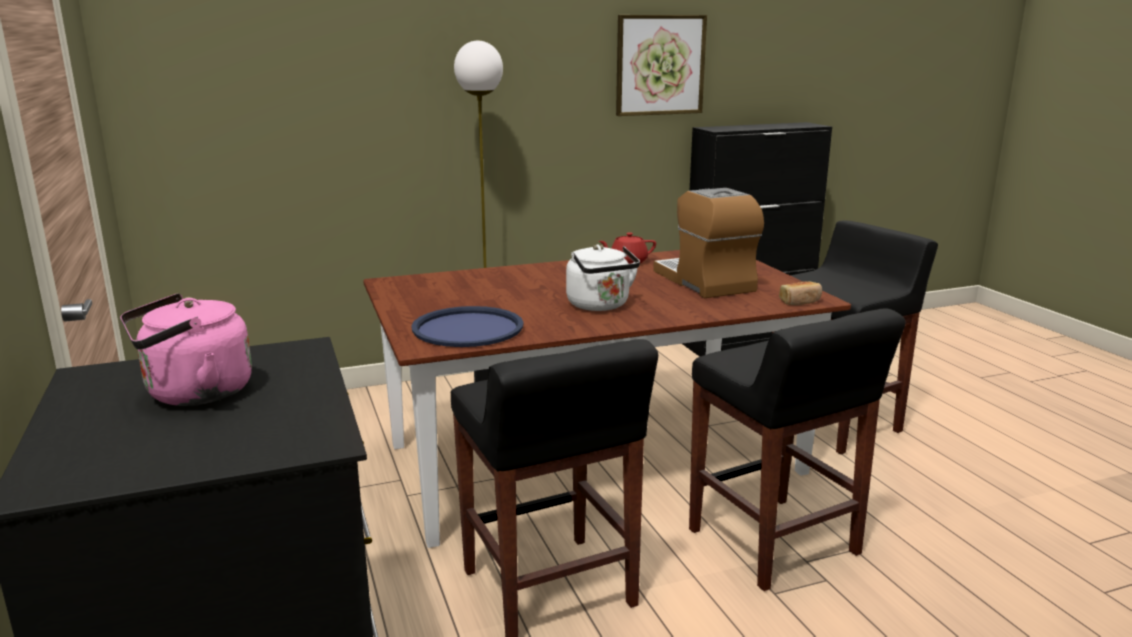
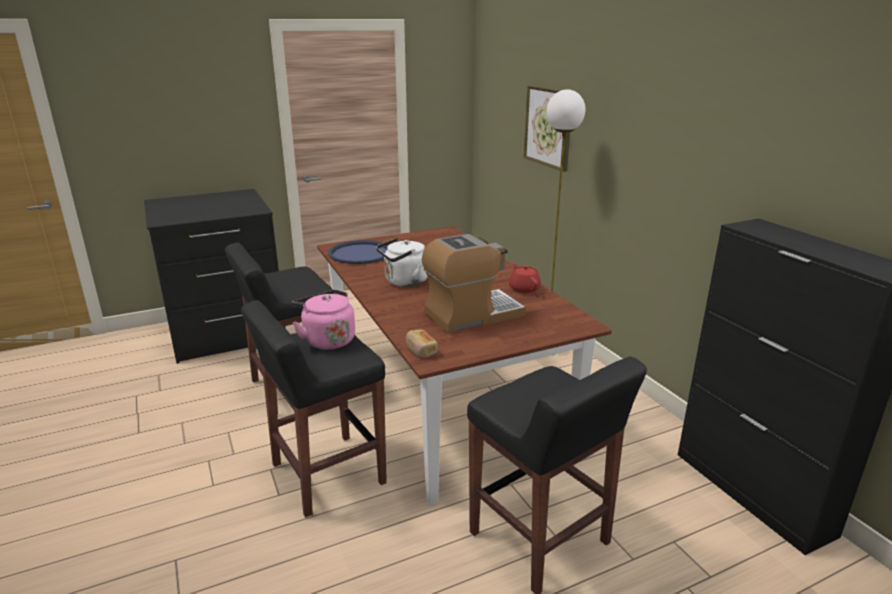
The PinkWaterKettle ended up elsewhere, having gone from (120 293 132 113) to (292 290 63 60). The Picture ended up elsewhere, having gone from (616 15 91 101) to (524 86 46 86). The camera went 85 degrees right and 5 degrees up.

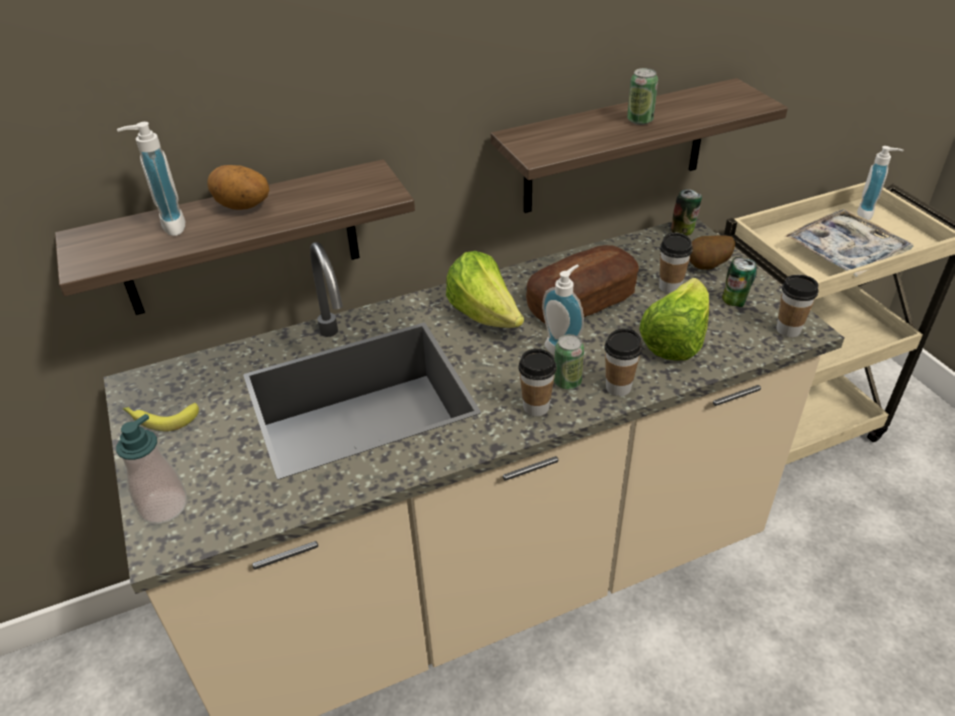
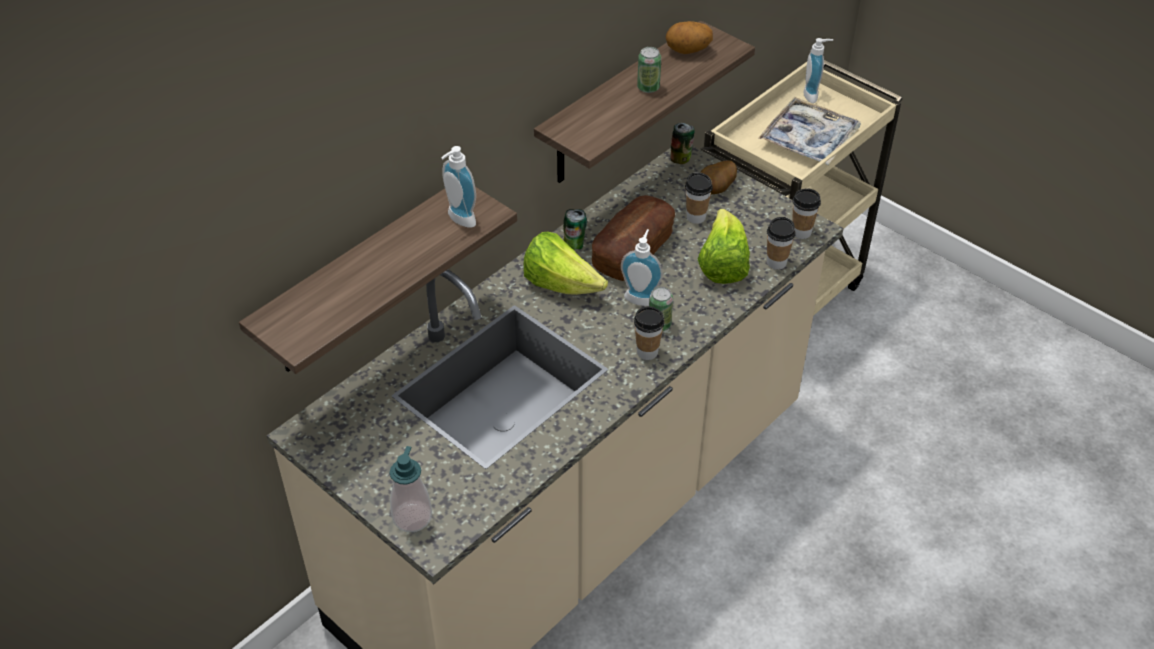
The LiquidSoapBottle ended up elsewhere, having gone from (117 122 68 114) to (441 146 35 82). The second view lost the Banana at (123 403 76 28). The WholePotato ended up elsewhere, having gone from (207 165 62 45) to (665 21 48 33). The SmallCup ended up elsewhere, having gone from (605 328 37 68) to (767 217 29 53). The Can ended up elsewhere, having gone from (722 257 35 50) to (563 209 24 41). The camera went 25 degrees left and 5 degrees up.

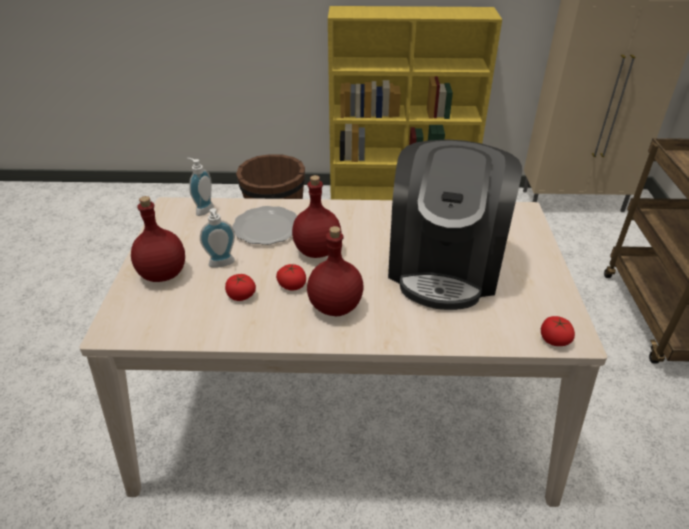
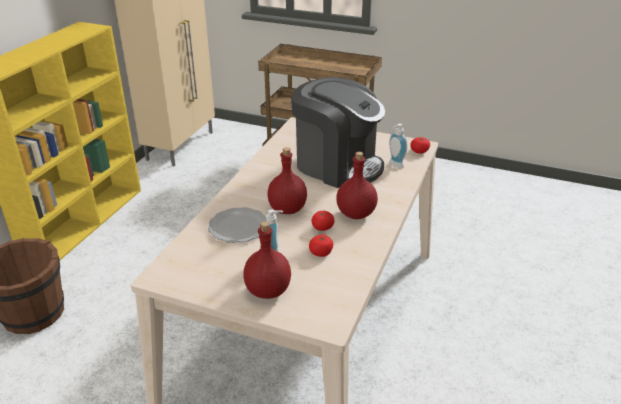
The LiquidSoapBottle ended up elsewhere, having gone from (187 158 27 58) to (389 124 18 45). The camera went 70 degrees left and 5 degrees down.

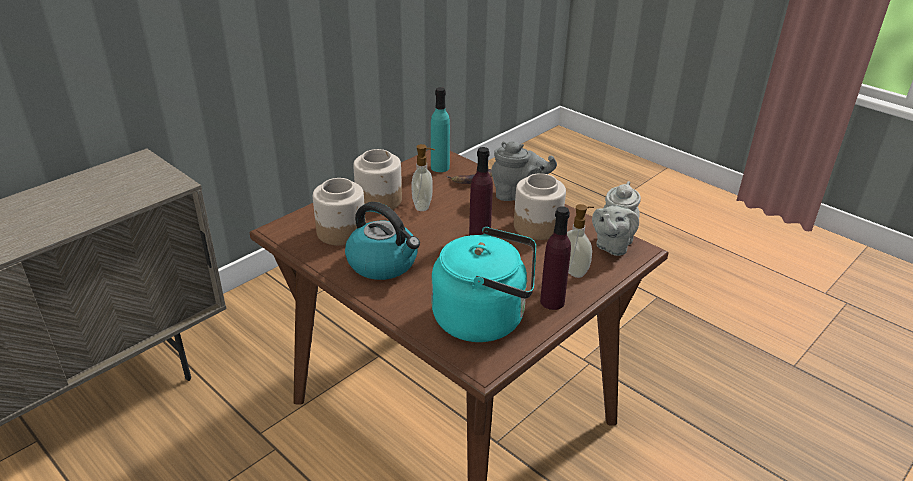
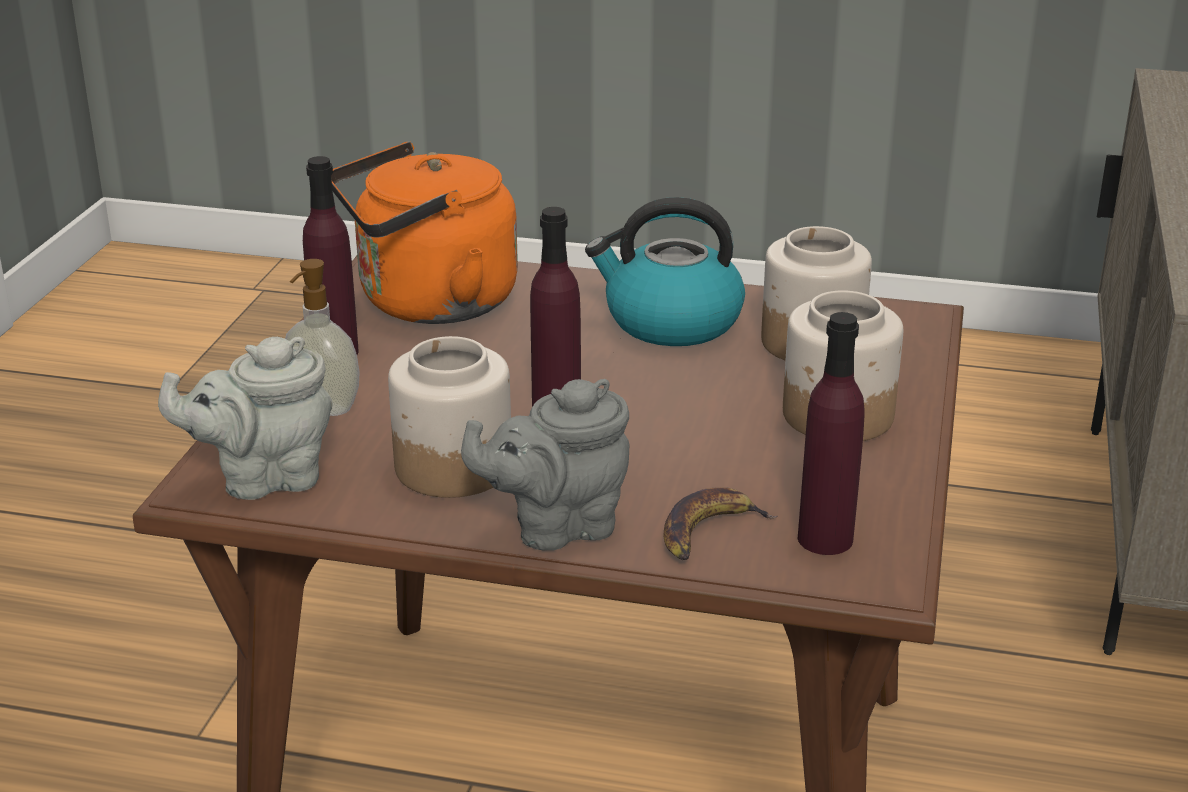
The second view lost the LiquidSoapBottle at (412 144 23 67). What was the TurquoiseBeverageBottle at (431 87 19 85) turned into the PurpleColouredBeverageBottle at (798 312 67 243). What was the TurquoiseWaterKettle at (431 227 105 115) turned into the OrangeColouredWaterKettle at (331 141 187 183). The GreyishPotForTea at (592 181 49 75) ended up facing another way, 105 degrees counterclockwise from before. The camera went 150 degrees right and 5 degrees down.

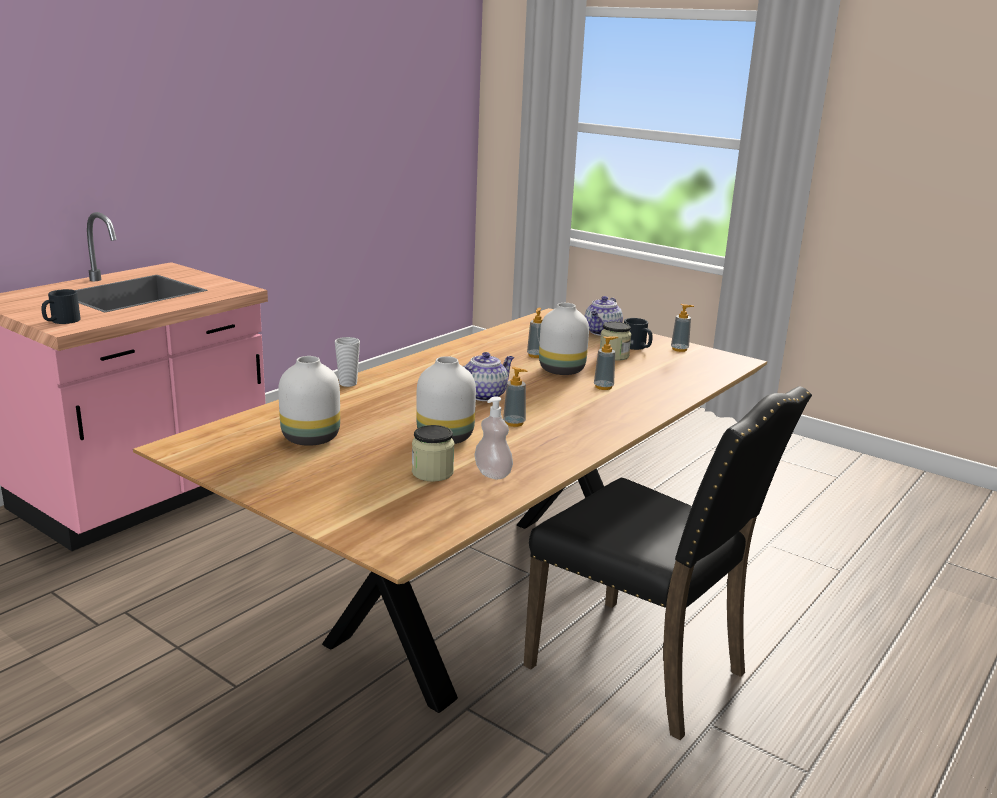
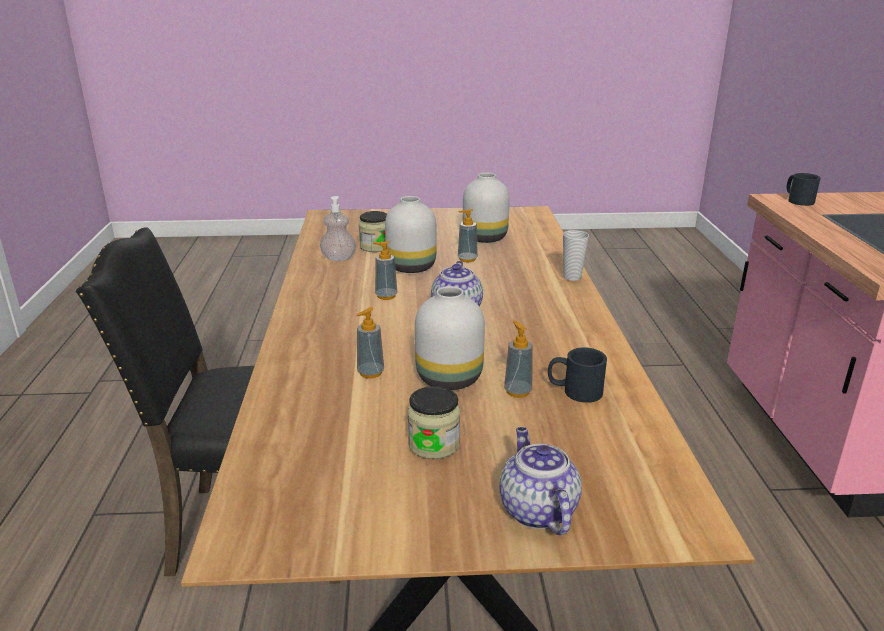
The BlackishMug ended up elsewhere, having gone from (624 318 29 32) to (548 347 59 56). The LiquidSoapBottle ended up elsewhere, having gone from (671 304 23 48) to (458 209 20 53). The camera went 140 degrees right and 5 degrees up.

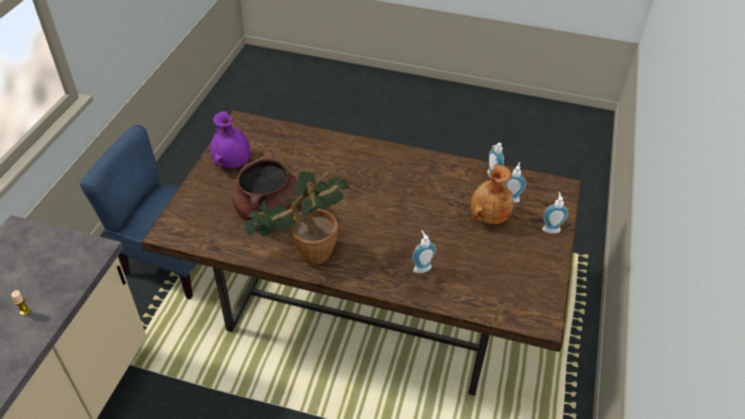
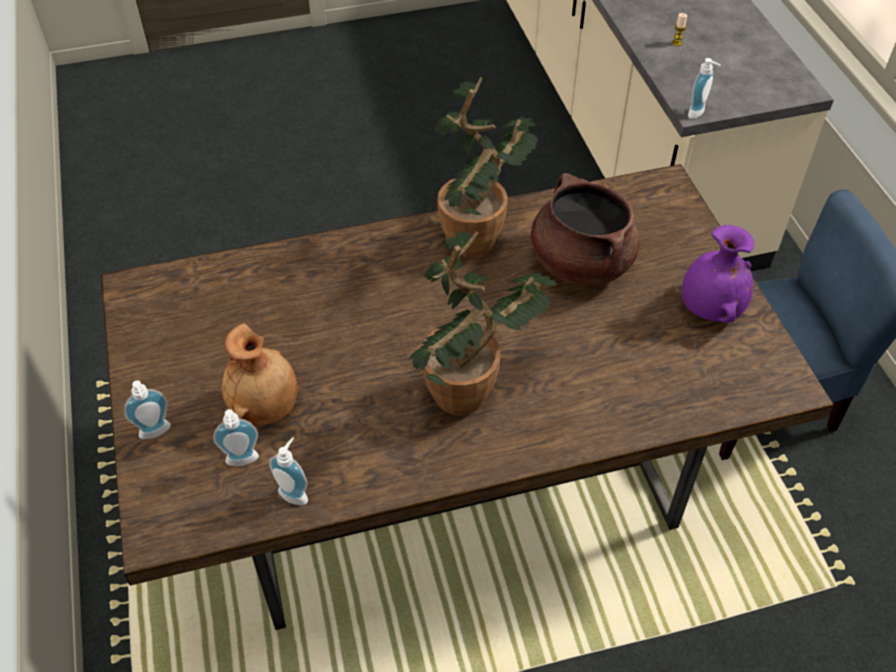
The LiquidSoapBottle ended up elsewhere, having gone from (412 230 24 43) to (688 58 33 61). The second view gained the PlantInAPot at (409 231 148 184). The camera went 150 degrees right and 5 degrees up.

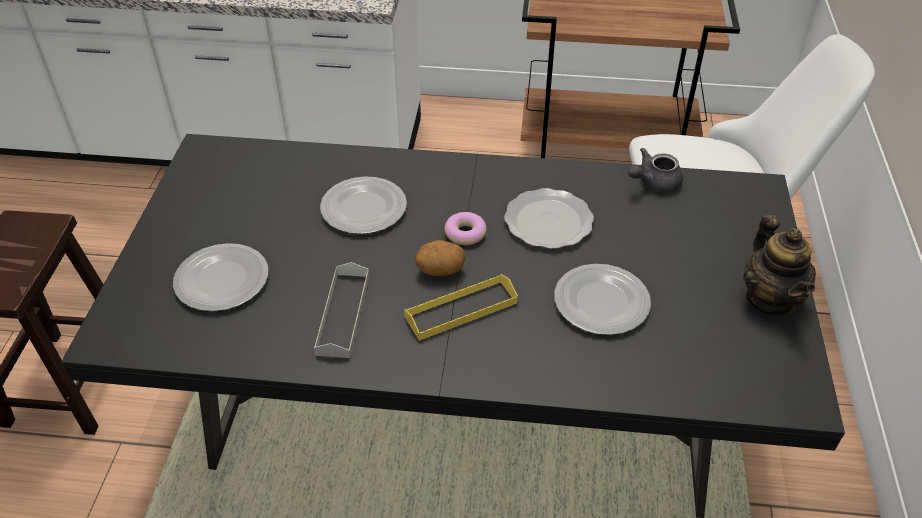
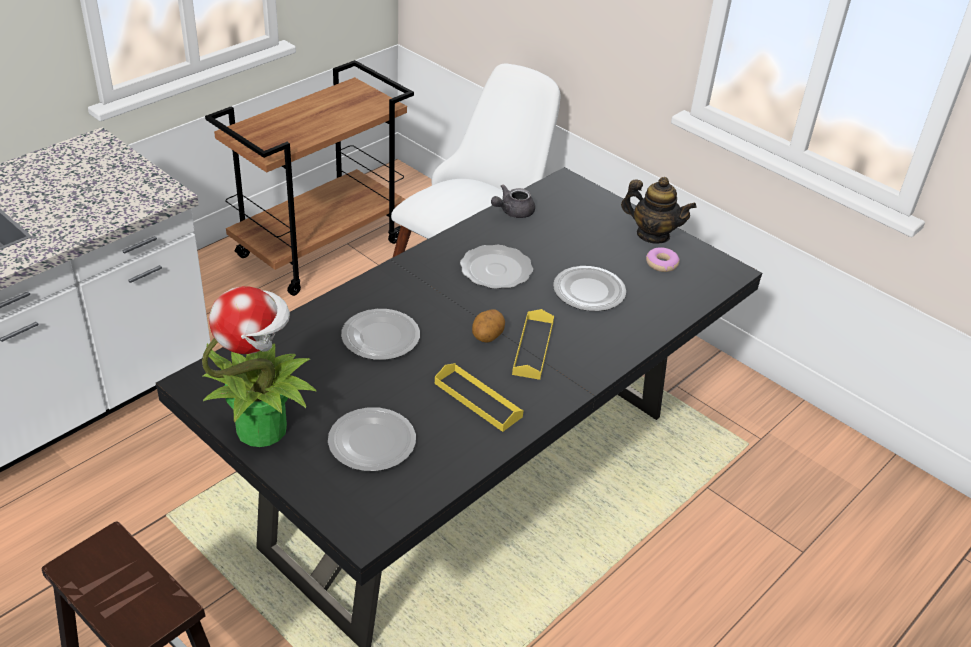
What was the GreyishTray at (314 262 55 96) turned into the YellowTray at (435 363 89 69). The Donut ended up elsewhere, having gone from (445 212 42 33) to (646 247 34 25). The GreyishPotForTea at (628 148 55 44) ended up facing another way, 45 degrees clockwise from before. The second view gained the PlantInAPot at (202 286 115 161). The camera went 55 degrees left and 5 degrees down.

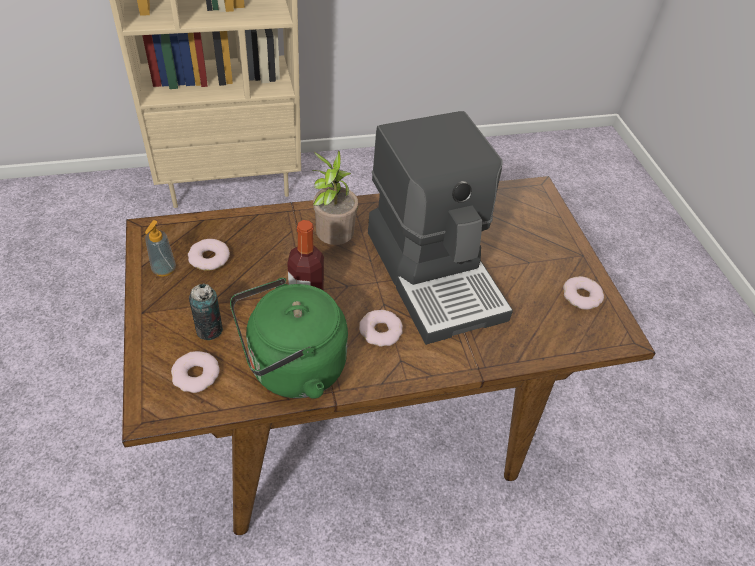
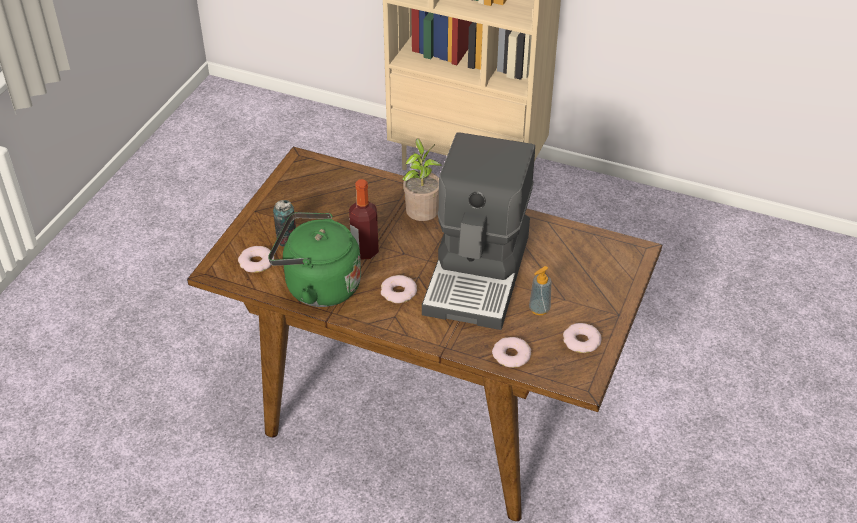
The LiquidSoapBottle ended up elsewhere, having gone from (145 220 31 57) to (529 266 22 49). The Donut ended up elsewhere, having gone from (188 239 42 32) to (492 337 39 31). The camera went 40 degrees right and 5 degrees down.

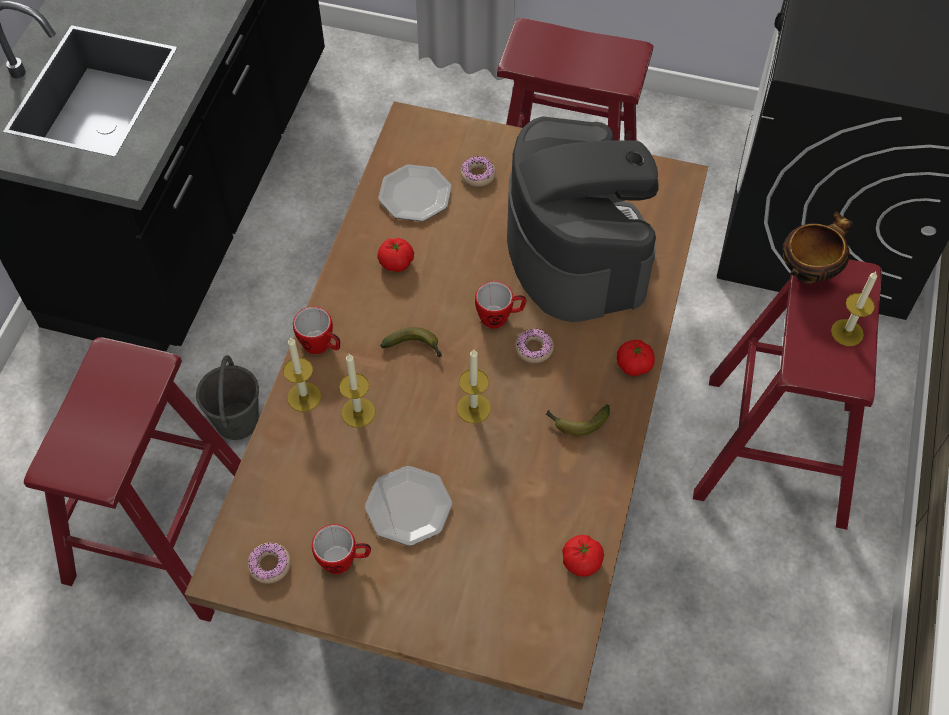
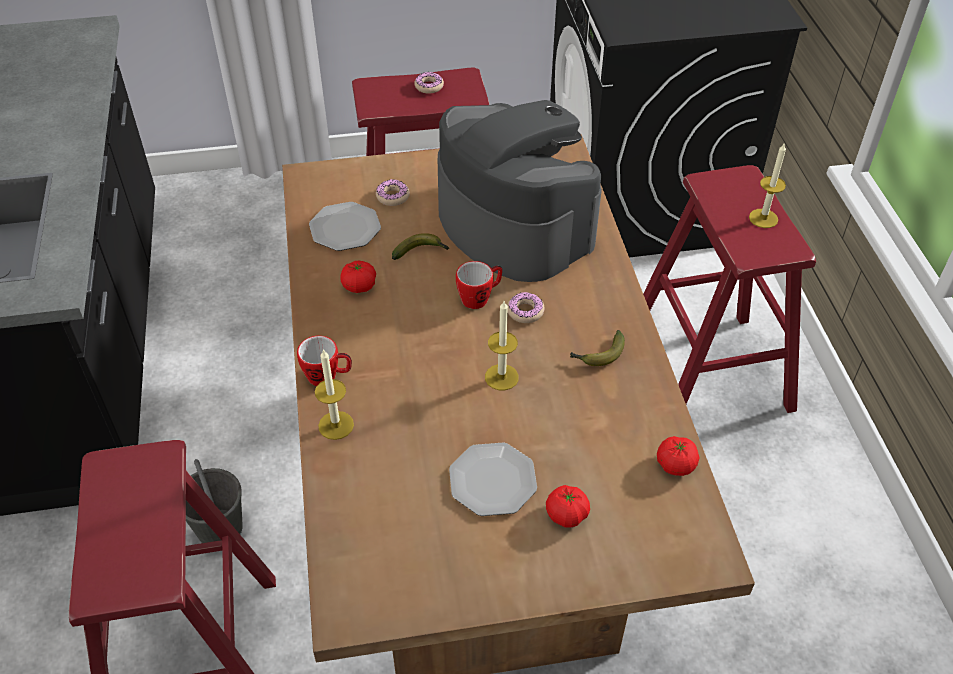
The Donut ended up elsewhere, having gone from (248 542 43 42) to (414 72 30 22). The second view lost the Mug at (312 524 59 50). The second view lost the WaxLight at (339 354 36 74). The Banana ended up elsewhere, having gone from (380 327 62 30) to (392 233 57 27). The FreshTomato ended up elsewhere, having gone from (617 340 38 36) to (546 485 44 43). The second view lost the ServingBowl at (782 212 71 72). The camera went 25 degrees left and 10 degrees down.

